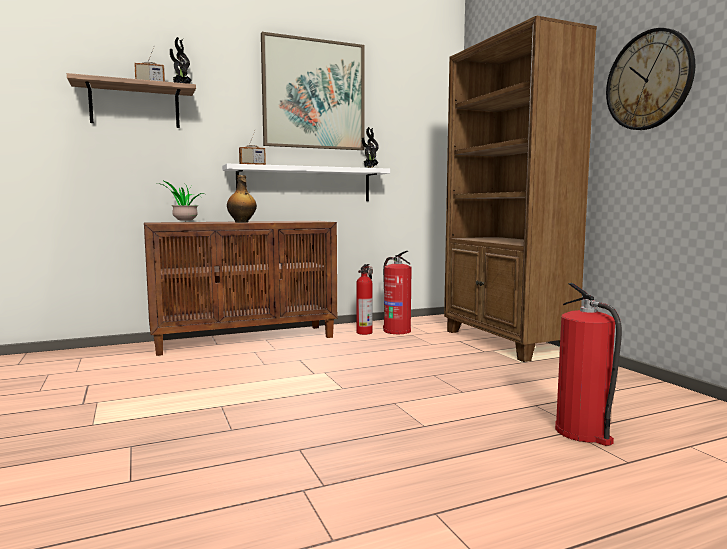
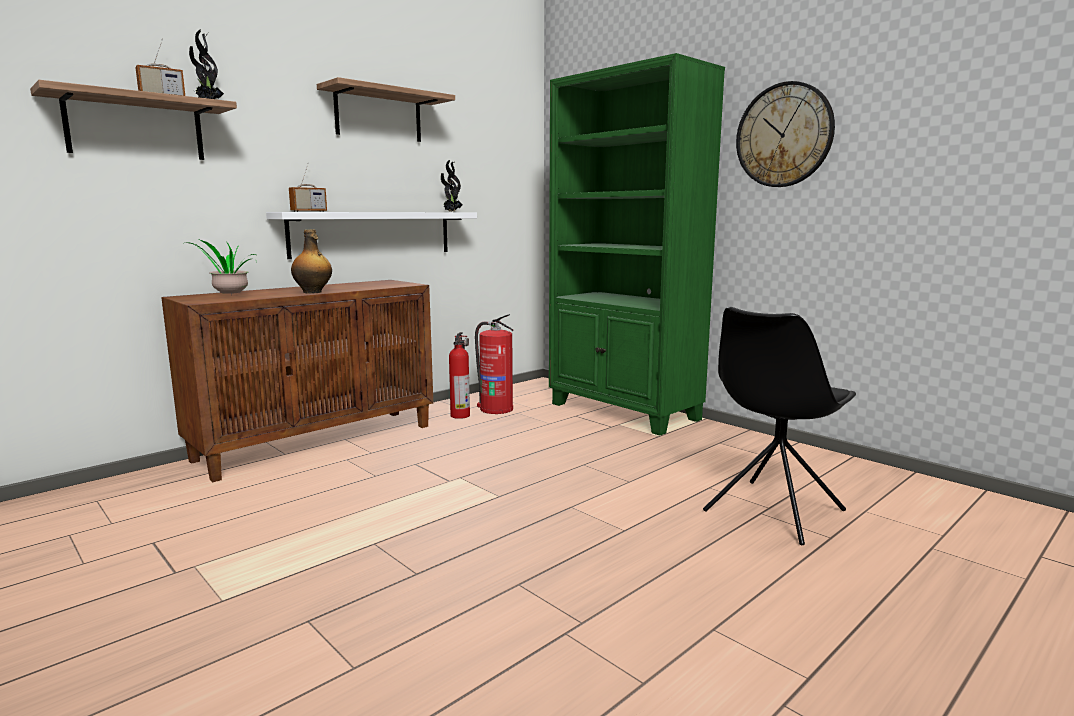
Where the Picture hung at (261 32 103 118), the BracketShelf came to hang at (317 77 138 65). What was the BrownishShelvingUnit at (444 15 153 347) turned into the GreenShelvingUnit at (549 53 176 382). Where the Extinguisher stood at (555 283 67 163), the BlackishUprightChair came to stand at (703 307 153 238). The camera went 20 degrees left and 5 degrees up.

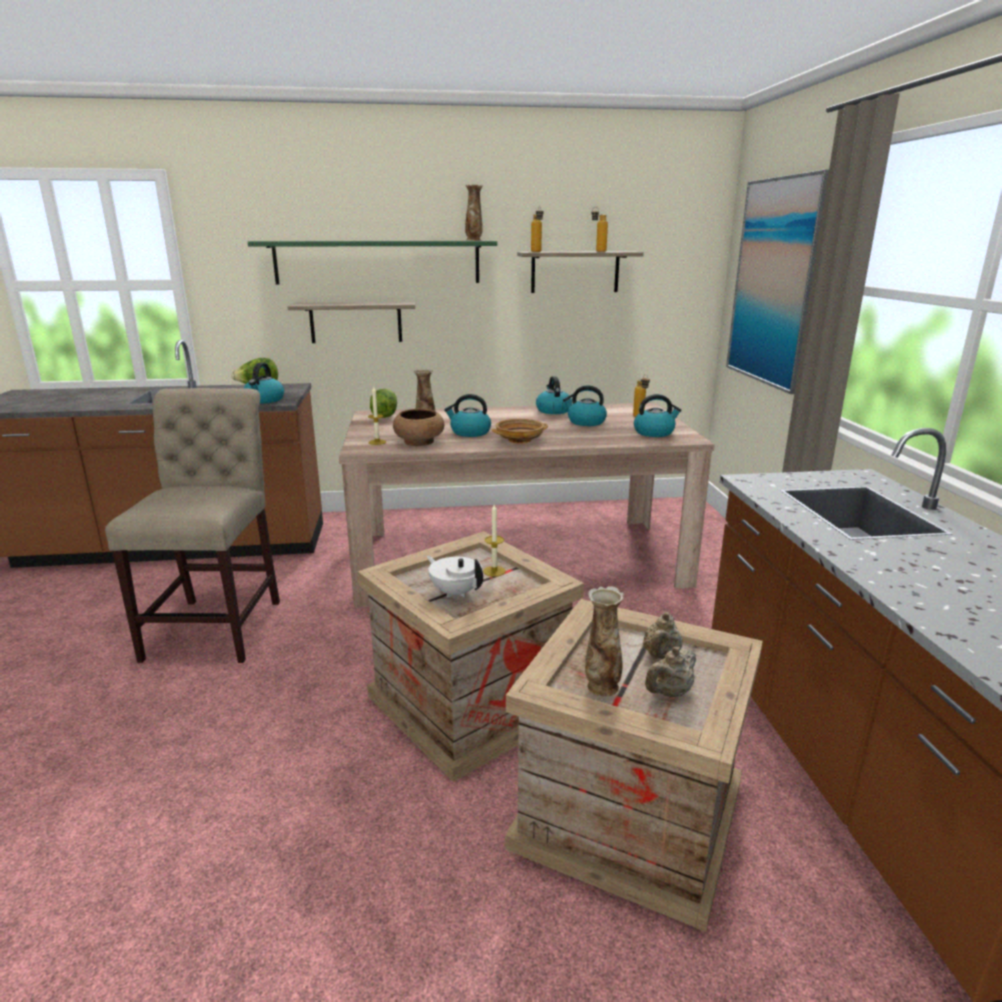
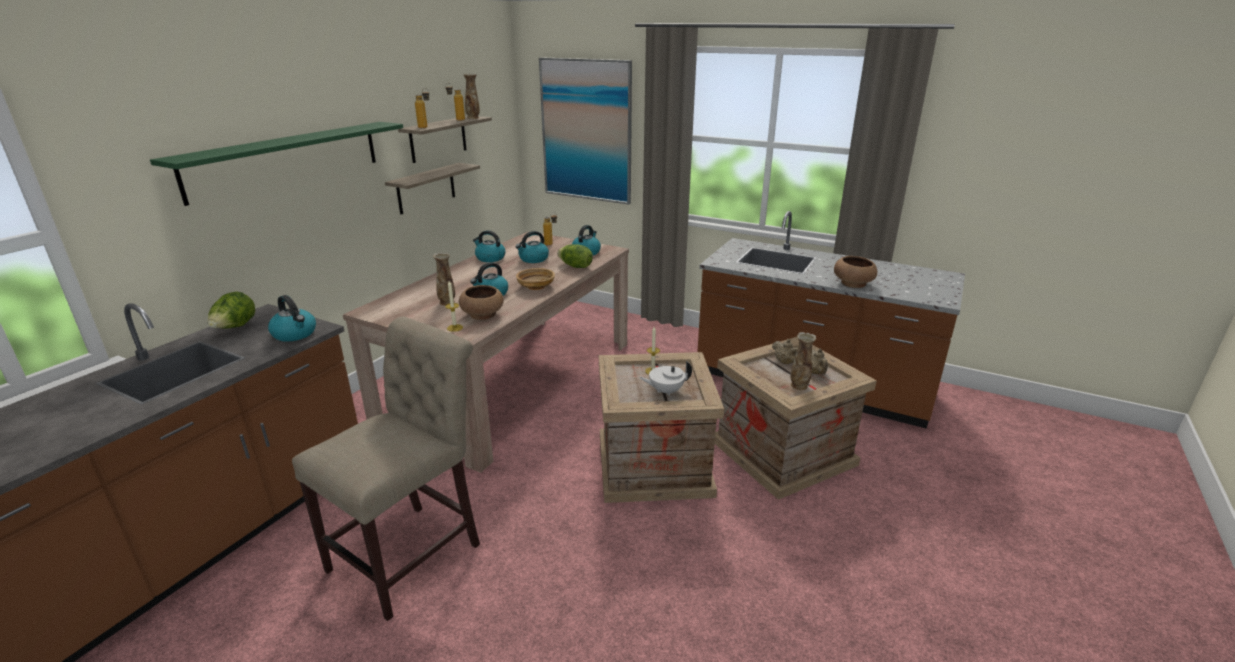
The BeigeUprightChair at (105 388 175 275) ended up facing another way, 90 degrees clockwise from before. The BracketShelf ended up elsewhere, having gone from (287 302 128 41) to (385 163 95 51). The LettuceHead ended up elsewhere, having gone from (370 389 27 29) to (557 244 36 24). The DecorativeVase ended up elsewhere, having gone from (465 184 18 57) to (463 74 17 45). The second view gained the BrownishServingBowl at (834 256 43 32). The camera went 55 degrees left and 5 degrees up.

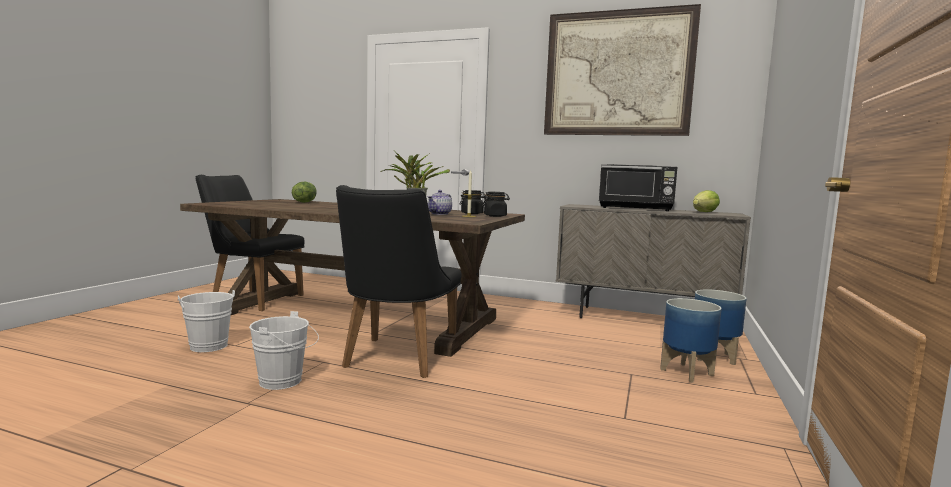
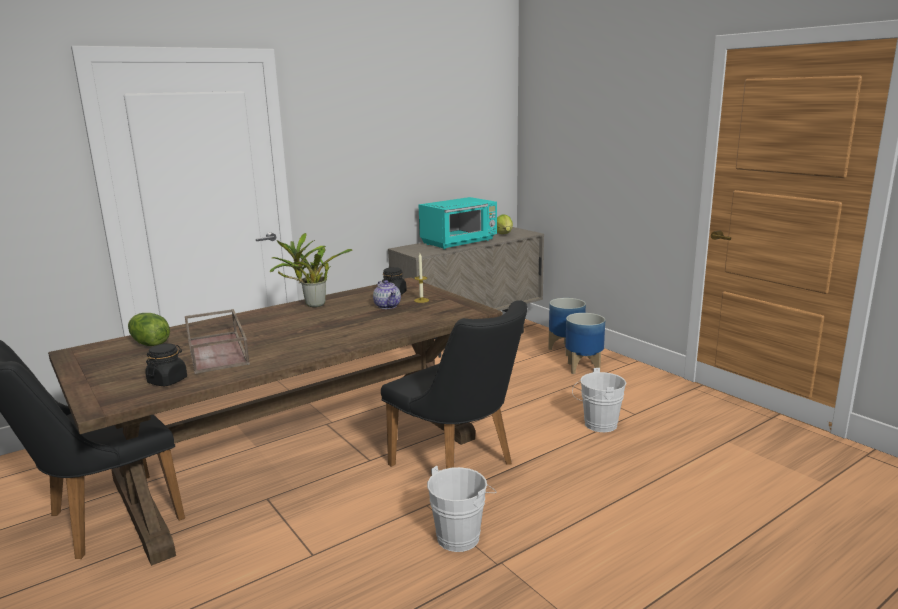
The WhitishWaterBucket ended up elsewhere, having gone from (178 290 57 62) to (572 368 54 64). The BlackishStorageJar ended up elsewhere, having gone from (482 192 28 25) to (145 344 42 42). The second view lost the Picture at (544 4 157 132). What was the BlackishMicrowave at (599 164 78 47) turned into the TurquoiseMicrowave at (418 197 79 52). The second view gained the BrownishTray at (185 309 65 65). The camera went 55 degrees left and 10 degrees up.

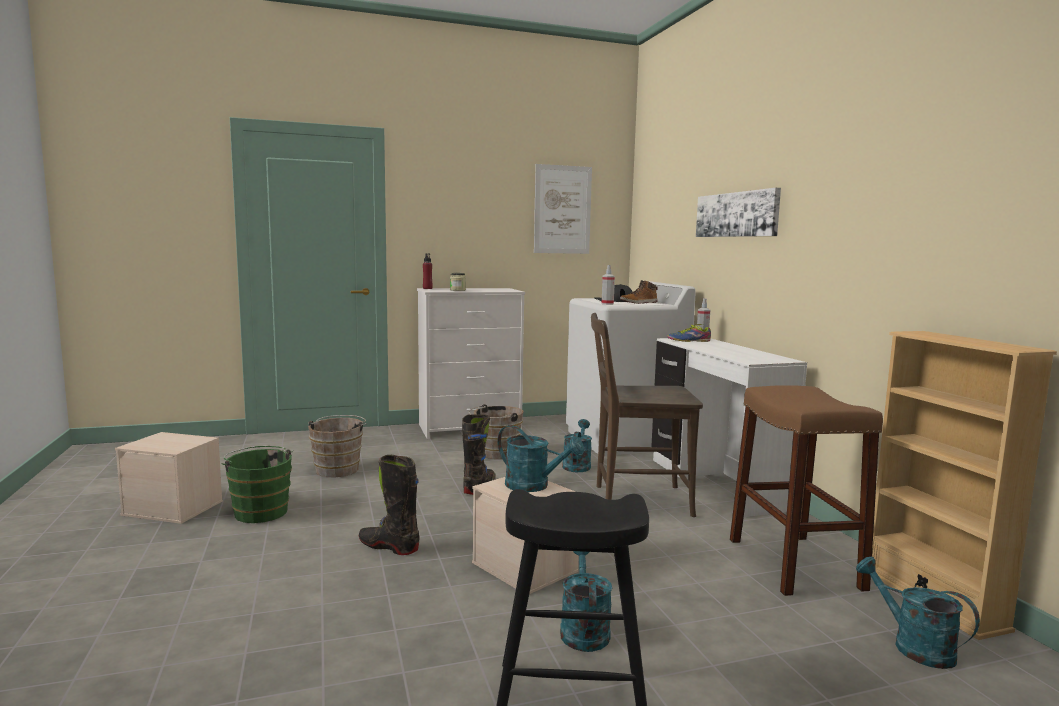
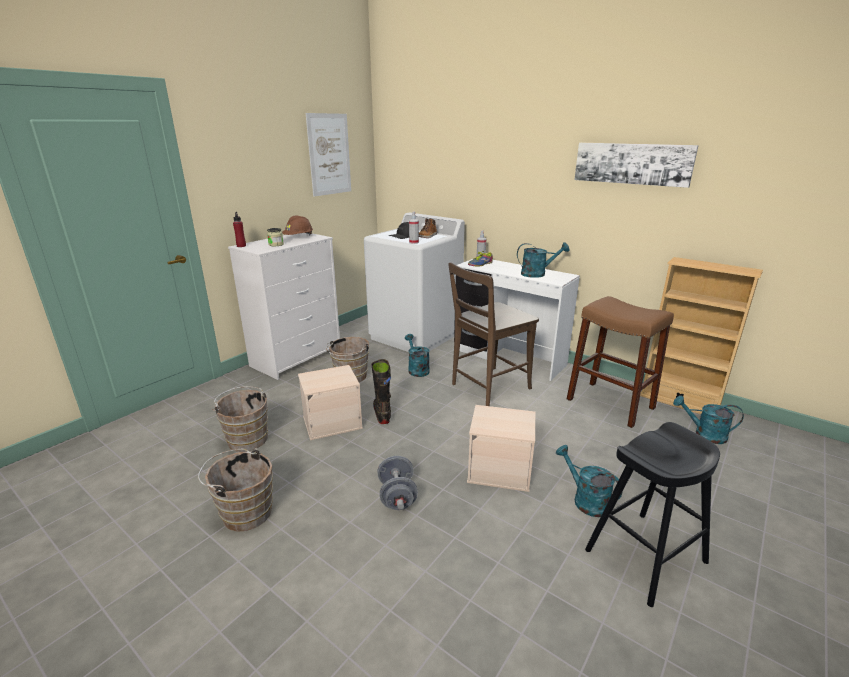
The BeigeStorageContainer ended up elsewhere, having gone from (115 432 108 92) to (298 365 65 75). What was the GreenWaterBucket at (222 446 71 77) turned into the BrownishWaterBucket at (198 448 75 84). Where the BlackishBoot stood at (359 455 61 100), the GreyishHandWeight came to stand at (378 456 40 54). The TurquoiseWateringCan ended up elsewhere, having gone from (498 425 86 67) to (517 242 52 36). The Picture ended up elsewhere, having gone from (696 188 85 49) to (574 143 125 45). The second view gained the BrownishHardHat at (282 216 31 19). The camera went 35 degrees left and 15 degrees up.

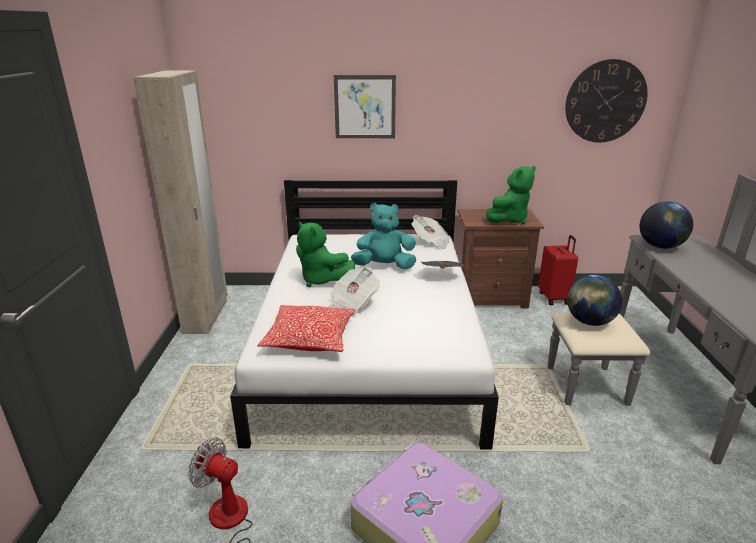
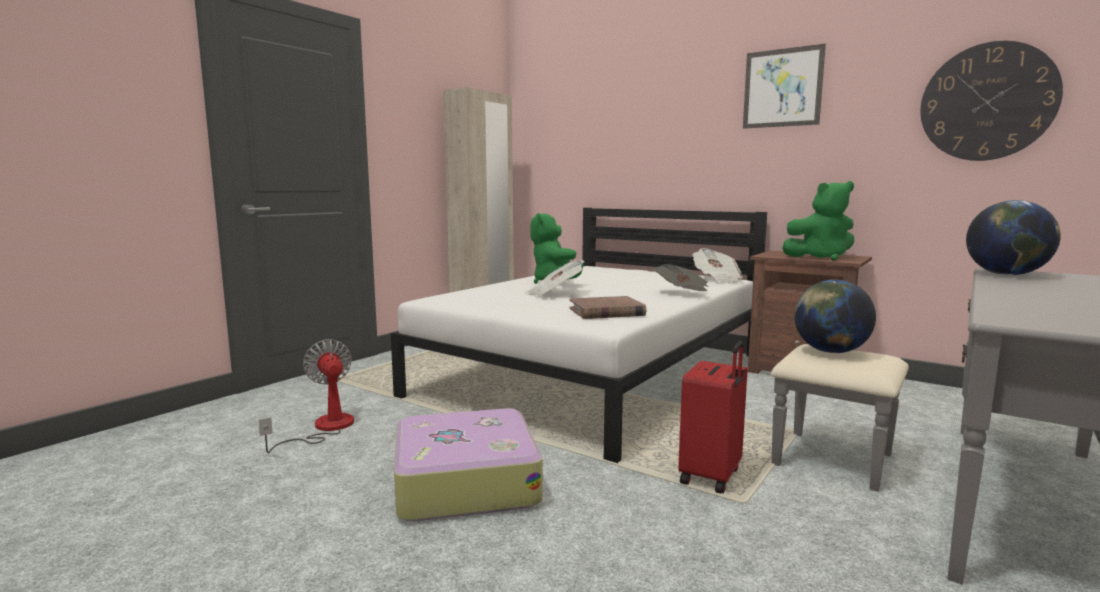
The second view lost the Pillow at (258 305 97 47). The Picture ended up elsewhere, having gone from (334 75 62 63) to (743 44 83 85). The second view lost the TurquoiseSoftToy at (351 203 65 66). The ReddishPieceOfLuggage ended up elsewhere, having gone from (538 235 40 70) to (678 341 70 153). The second view gained the BrownishBoundBook at (569 296 78 23). The camera went 35 degrees right and 15 degrees down.

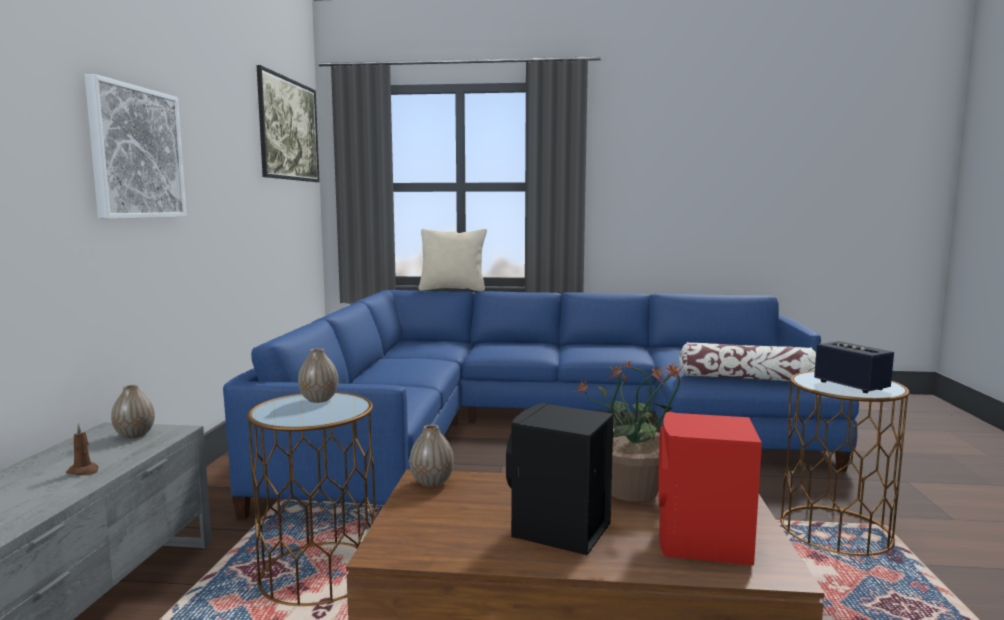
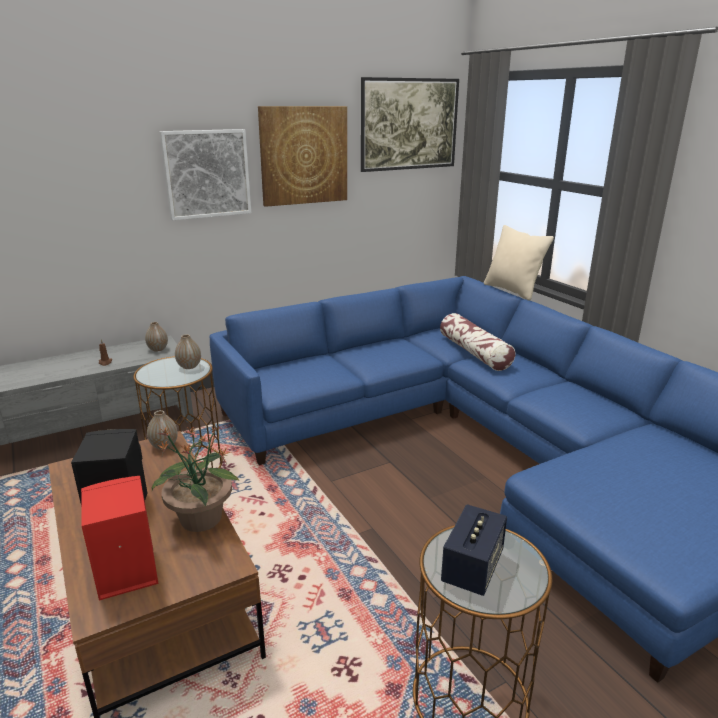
The Pillow ended up elsewhere, having gone from (679 342 137 40) to (440 313 75 58). The second view gained the Picture at (258 106 89 101). The camera went 55 degrees right and 15 degrees up.

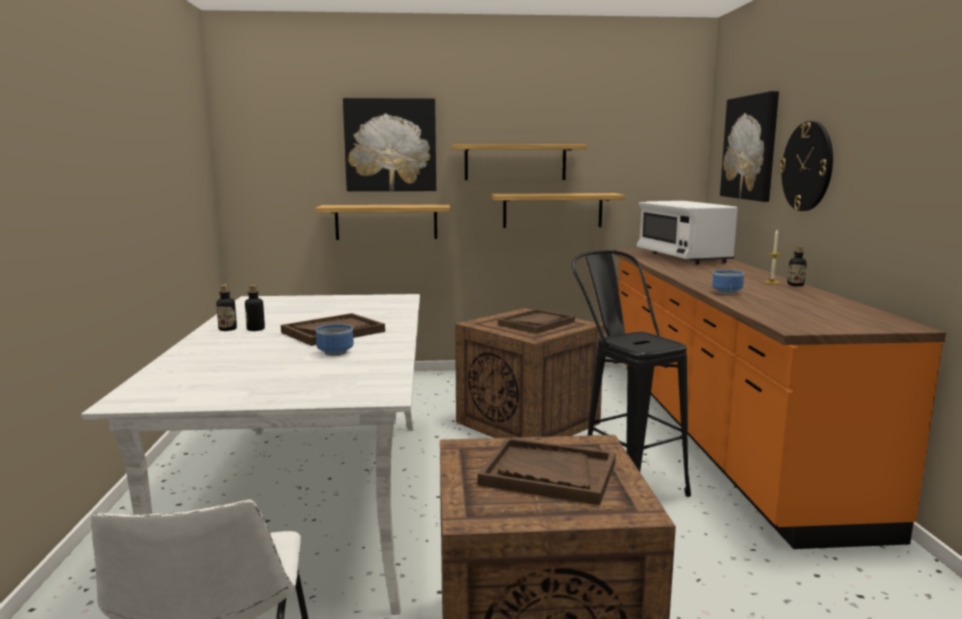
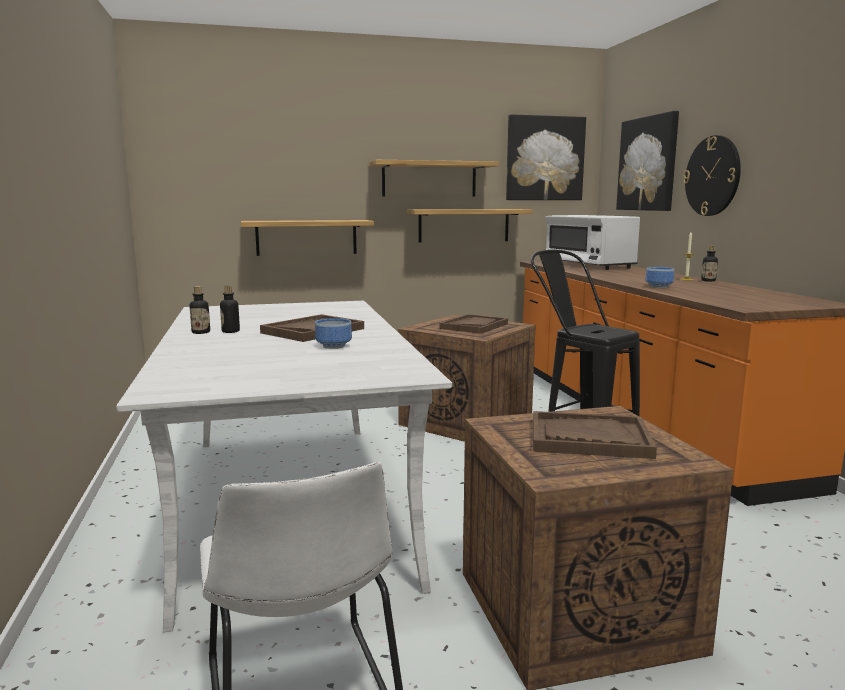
The Picture ended up elsewhere, having gone from (343 98 93 93) to (506 114 80 86). The camera went 10 degrees left and 0 degrees up.

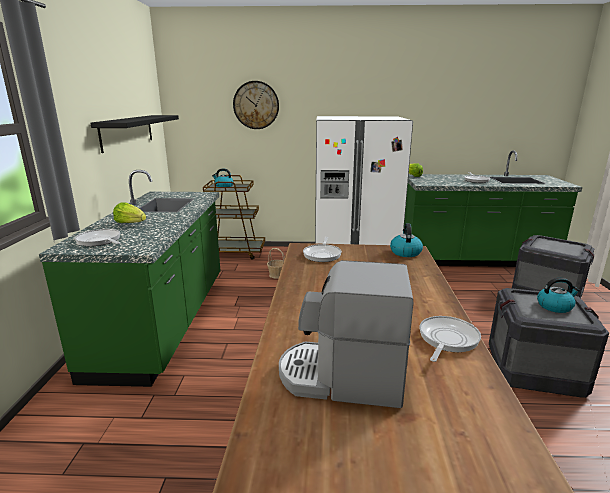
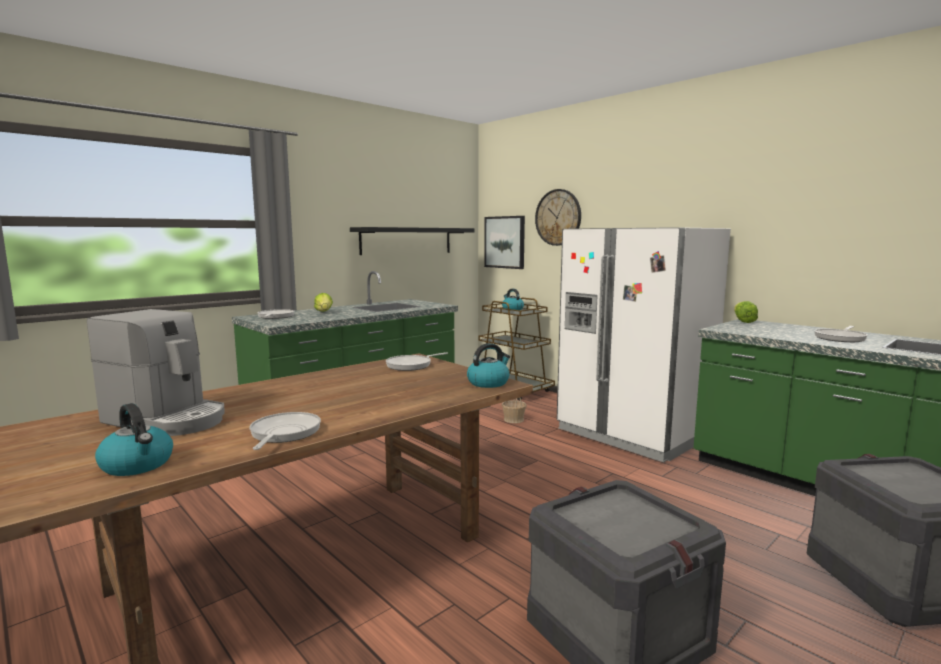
The CoffeeMaker at (279 260 134 148) ended up facing another way, 150 degrees clockwise from before. The Skillet at (420 316 61 46) ended up facing another way, 75 degrees counterclockwise from before. The WaterKettle ended up elsewhere, having gone from (537 278 43 35) to (95 403 78 73). The second view gained the Picture at (484 216 41 53). The camera went 45 degrees right and 10 degrees down.

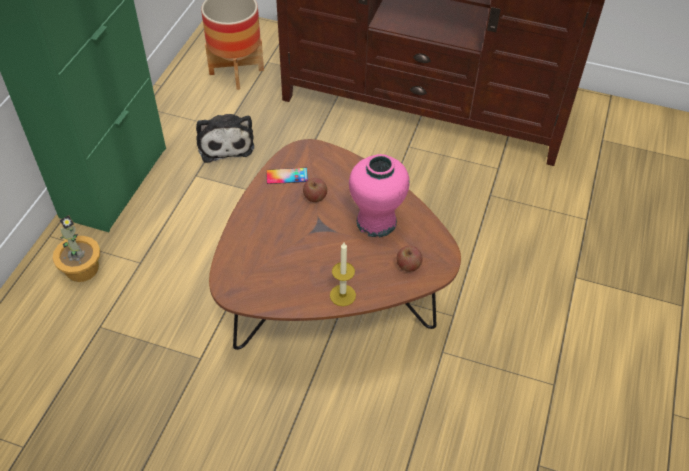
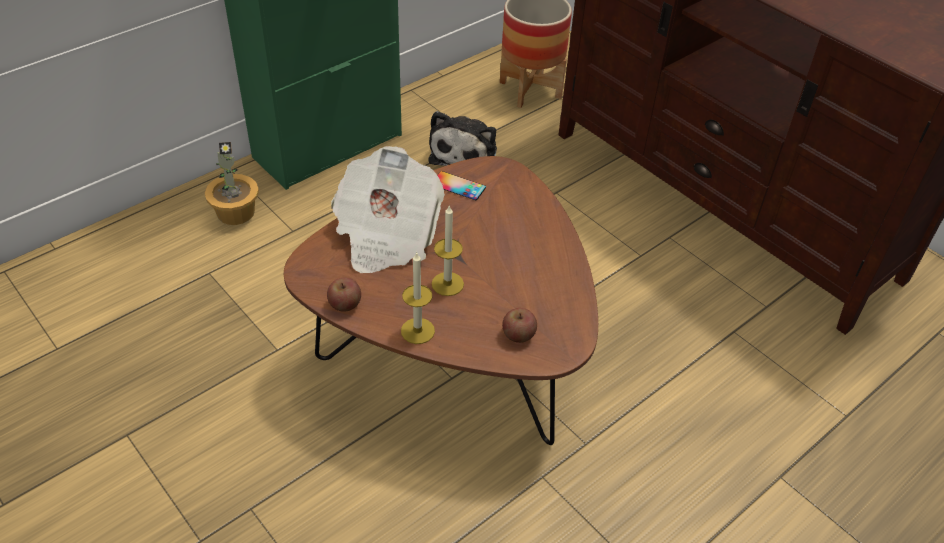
The Apple ended up elsewhere, having gone from (303 178 24 24) to (327 278 34 34). The second view lost the PinkDecorativeVase at (349 154 61 83). The second view gained the DailyPaper at (331 146 114 127). The second view gained the WaxLight at (431 206 33 90). The camera went 30 degrees right and 5 degrees down.

